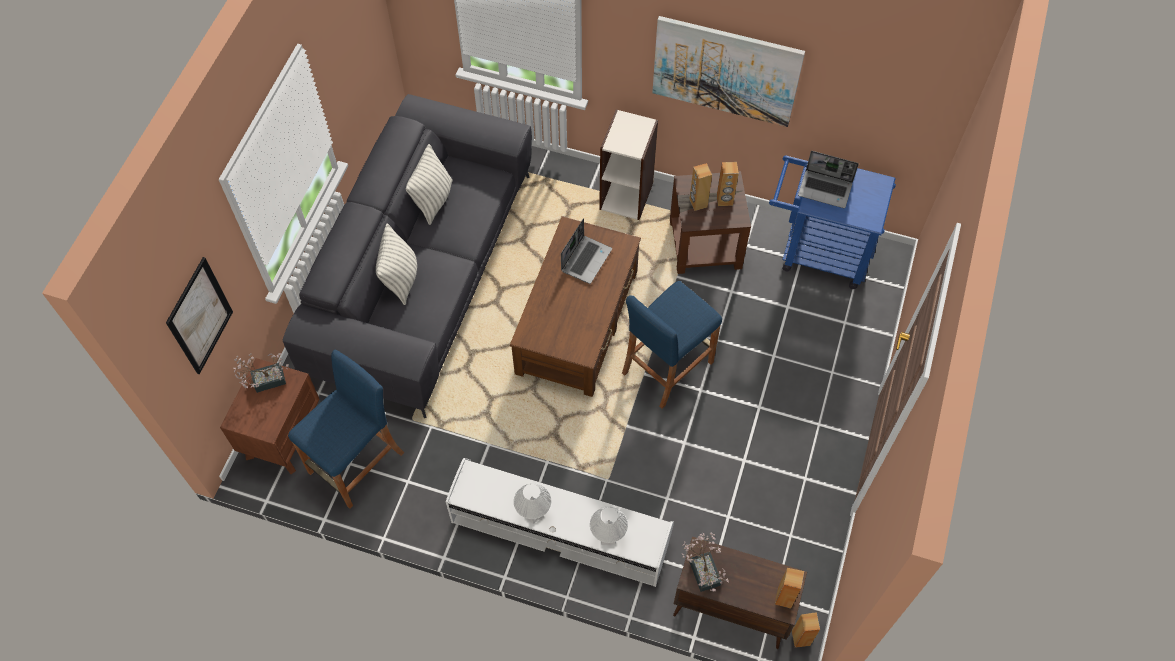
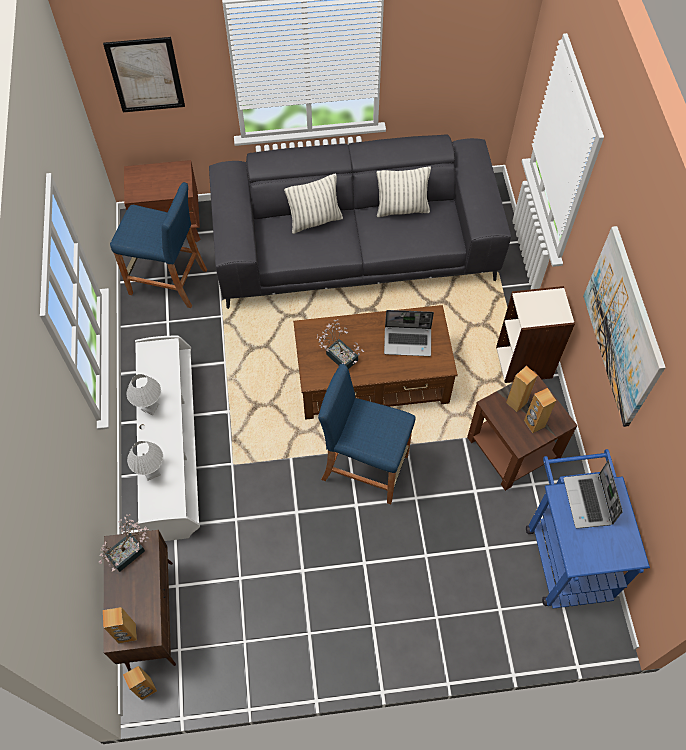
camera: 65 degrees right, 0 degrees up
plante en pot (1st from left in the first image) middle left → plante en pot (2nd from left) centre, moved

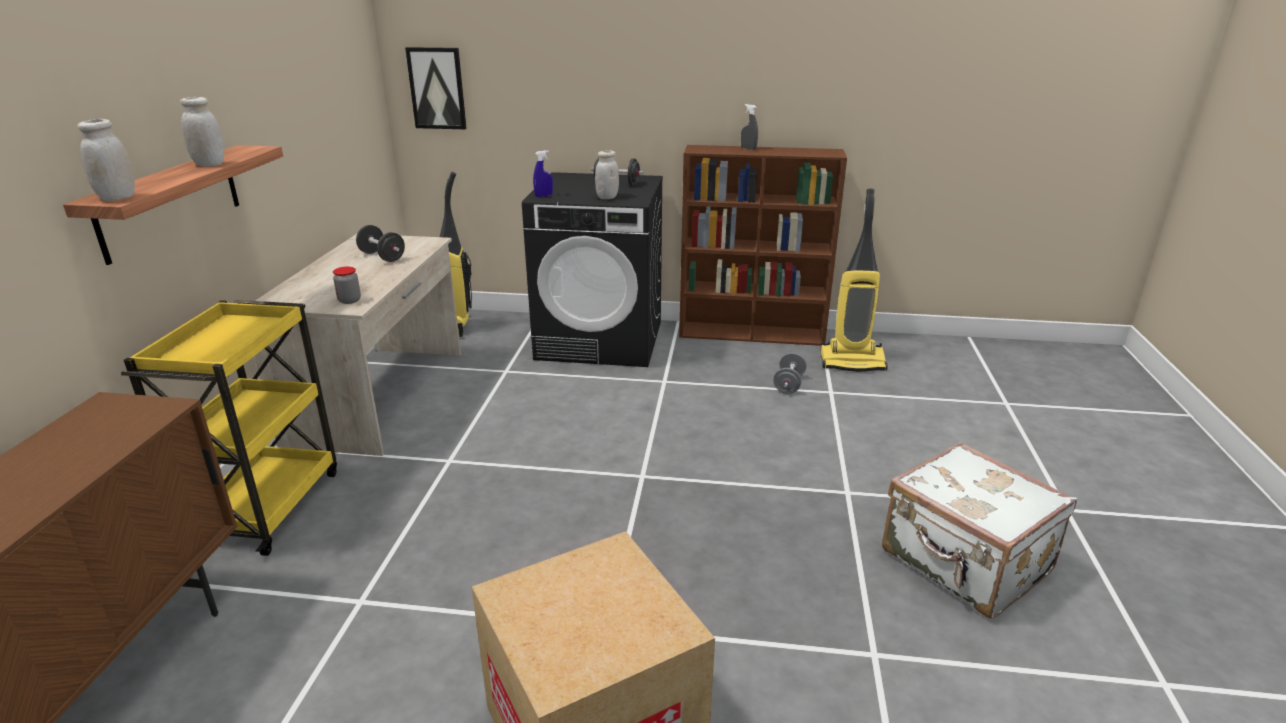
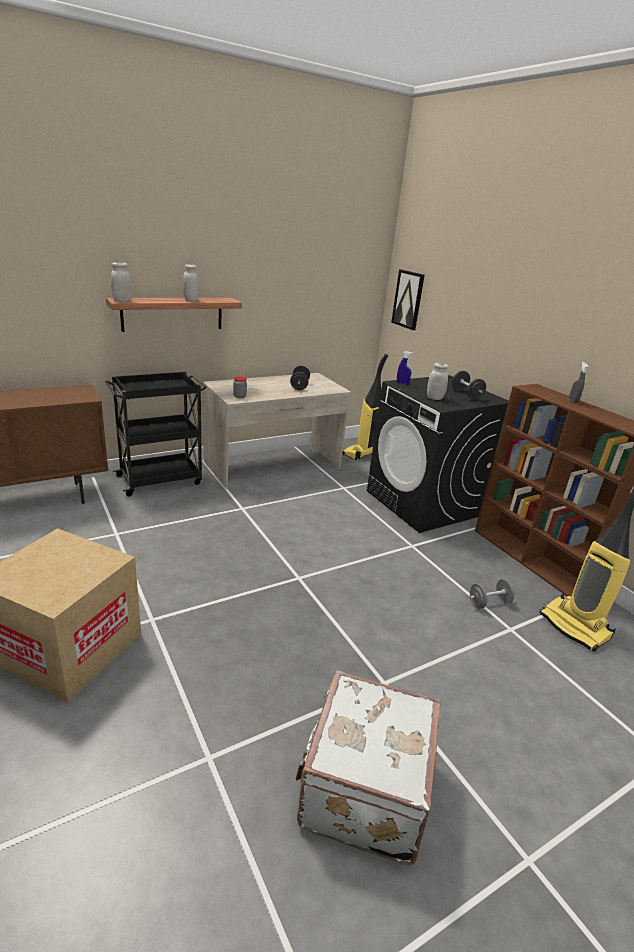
camera: 50 degrees right, 0 degrees up
chariot [jaune] middle left → chariot [noir] middle left

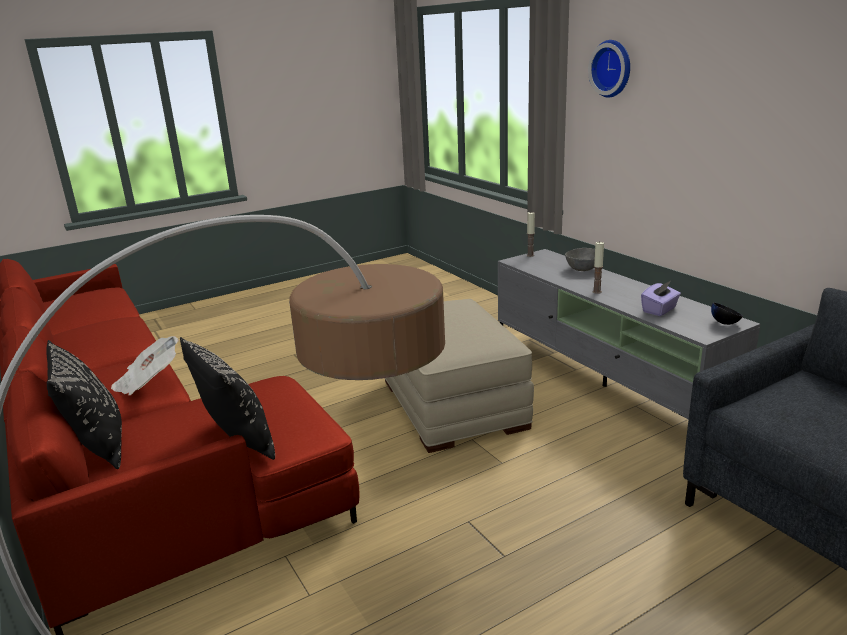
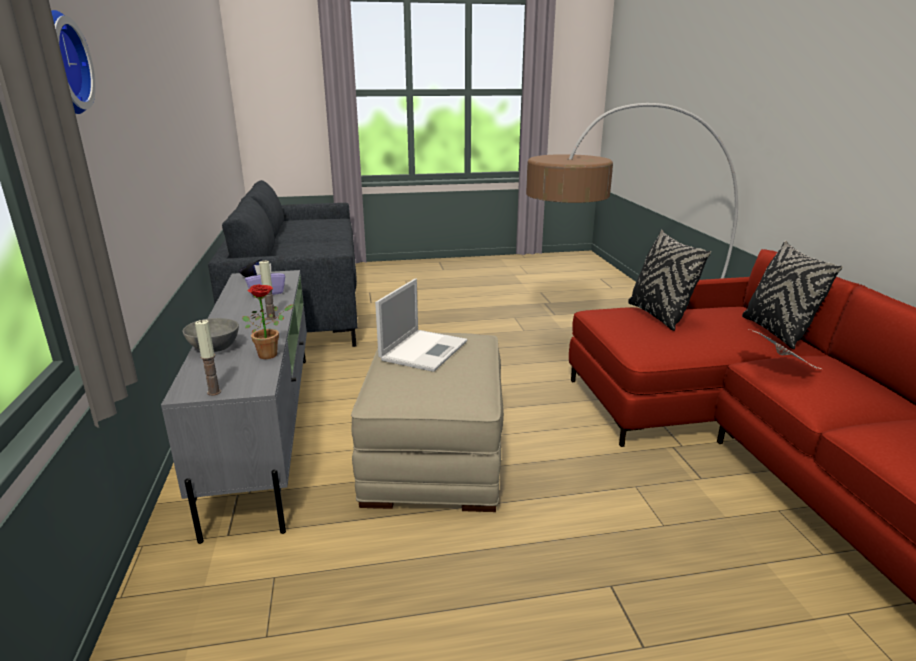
camera: 160 degrees left, 0 degrees up
- → ordinateur portable centre
- → plante en pot middle left

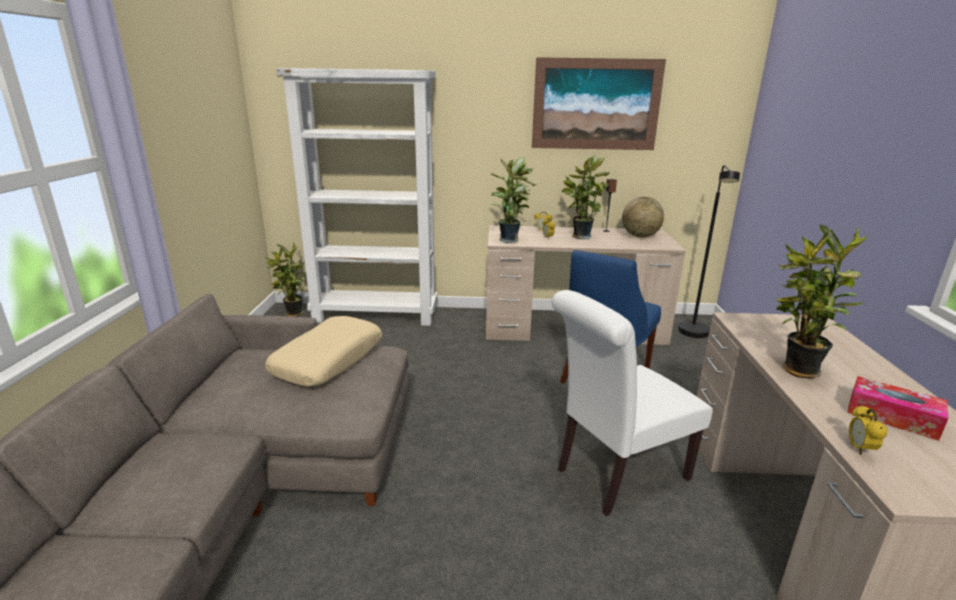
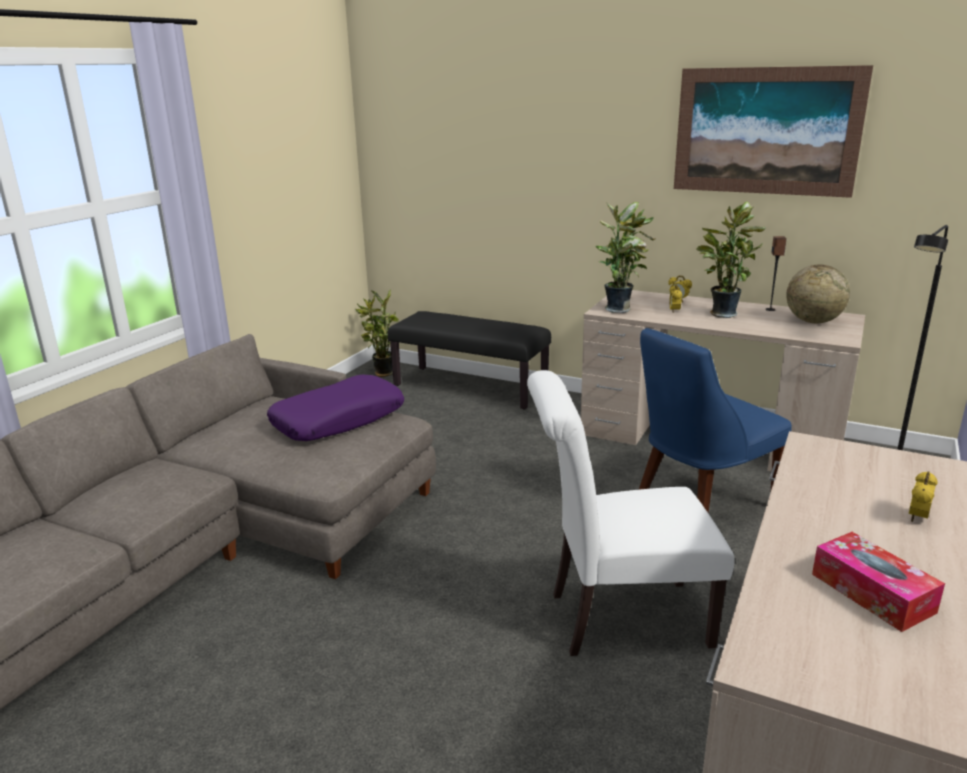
camera: 25 degrees right, 0 degrees up
bibliothèque [blanc] top centre → banc [noir] centre
plante en pot (4th from left) middle right → -
coussin [beige] centre → coussin [violet] centre
réveil (3rd from left) bottom right → réveil (3rd from left) middle right, moved

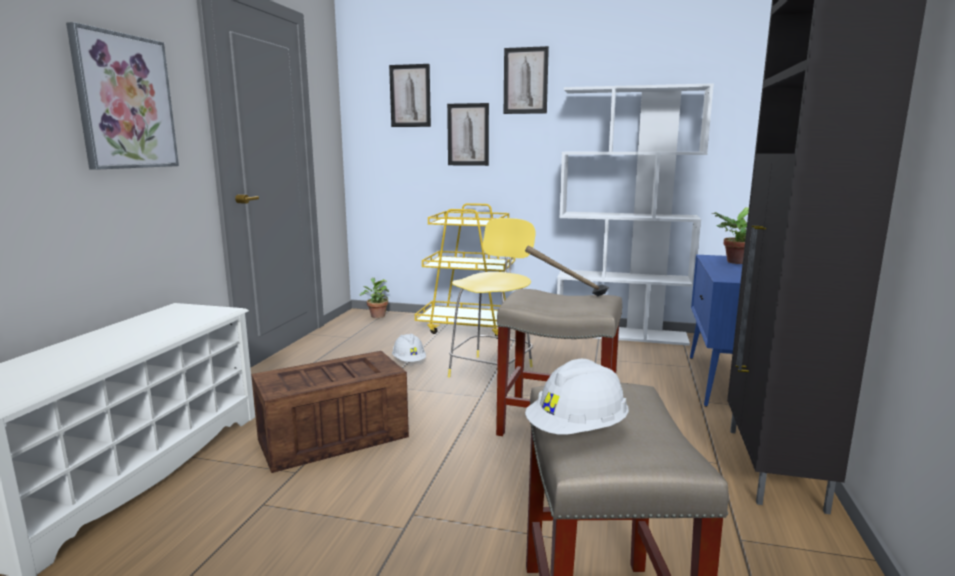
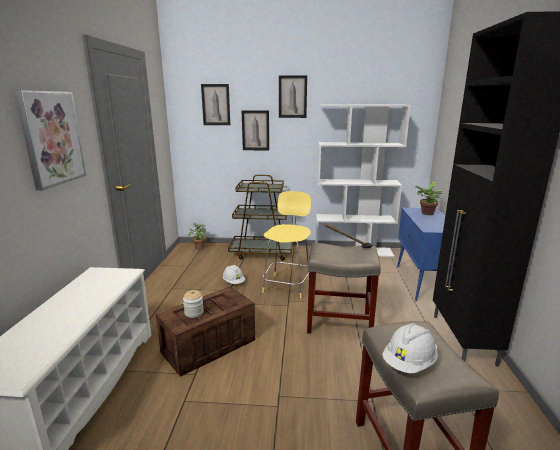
camera: 10 degrees left, 5 degrees up
chariot [jaune] centre → chariot [marron] centre
- → bocal bottom centre

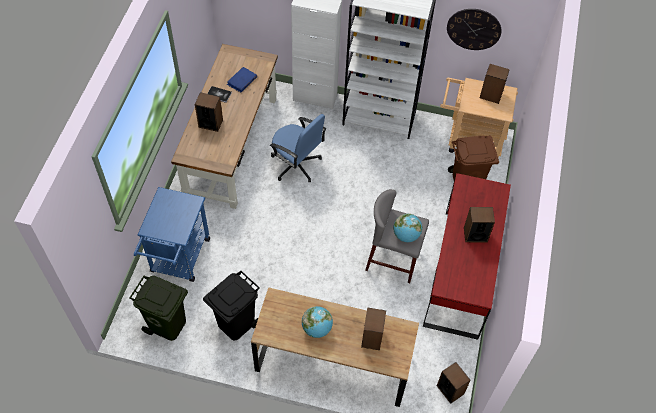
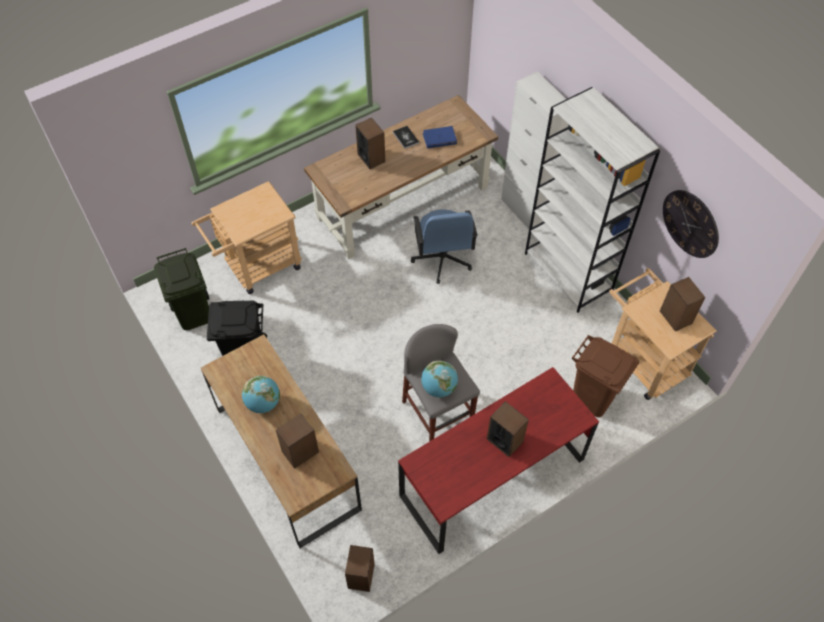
camera: 45 degrees right, 0 degrees up
chariot [bleu] middle left → chariot [beige] (1st from left) middle left

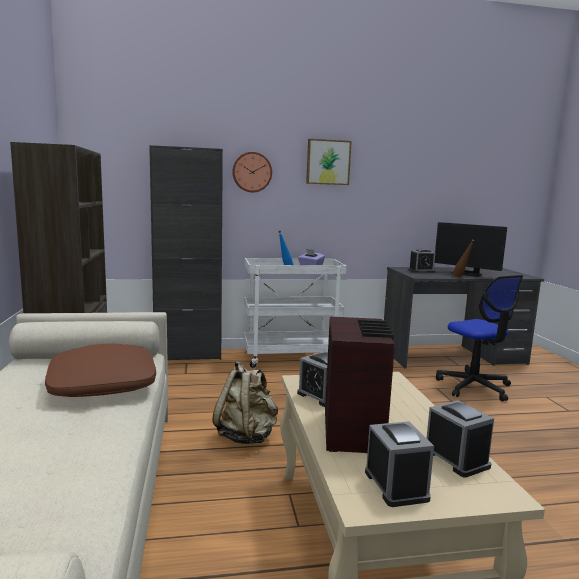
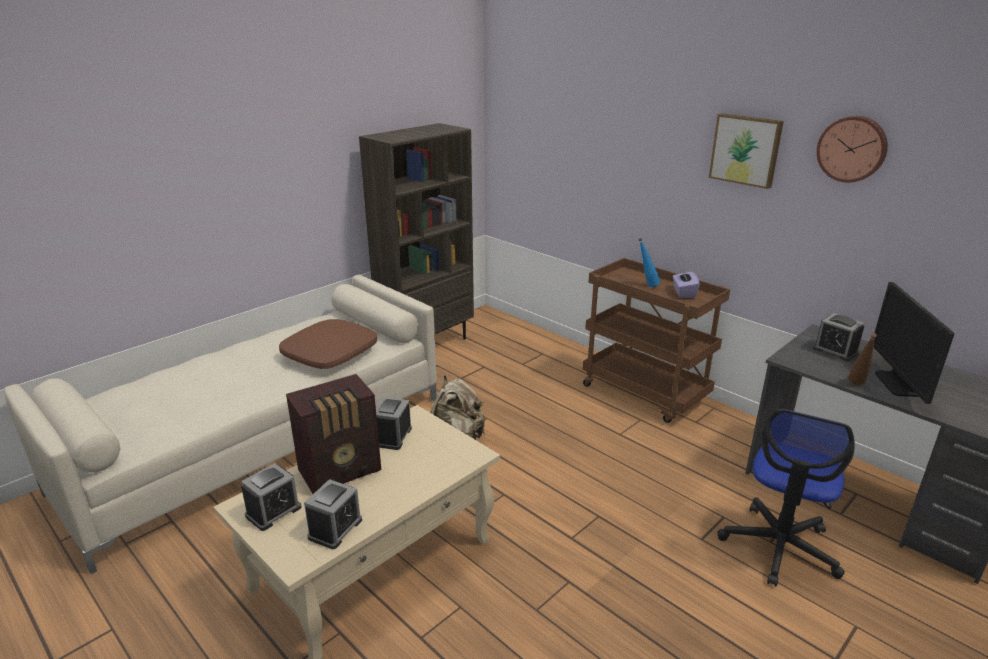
camera: 55 degrees right, 15 degrees up
meuble de rangement [noir] middle left → -
horloge murale top centre → horloge murale top right, moved
chariot [blanc] centre → chariot [marron] centre

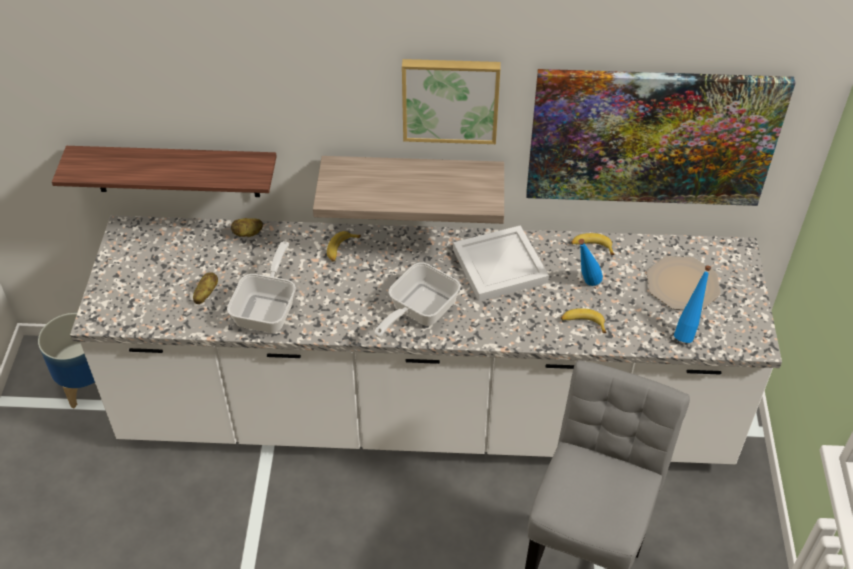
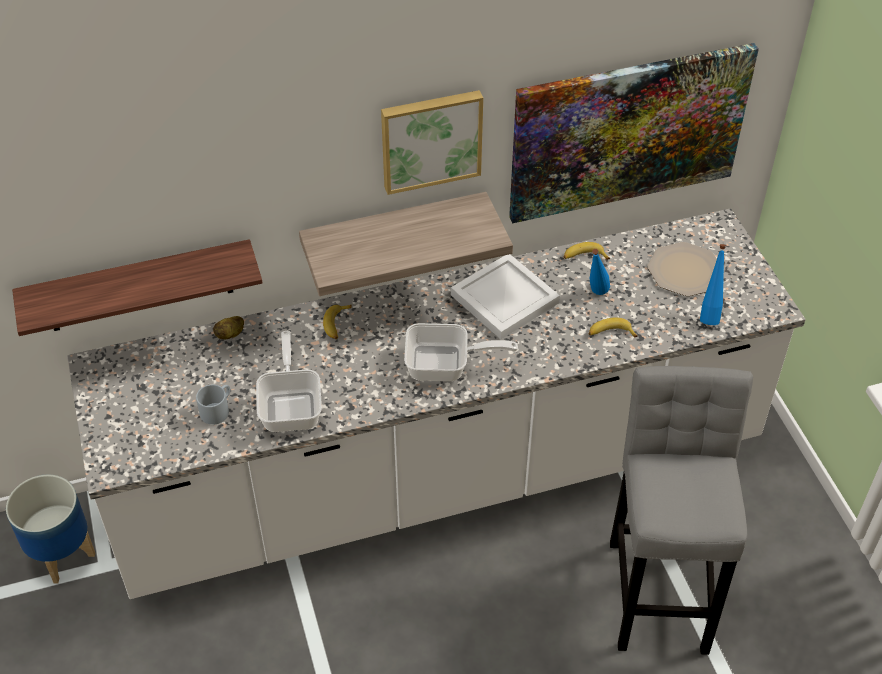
camera: 20 degrees left, 0 degrees up
poêle (2nd from left) centre, 105 degrees counterclockwise
pomme de terre (1st from left) middle left → mug [gris] middle left

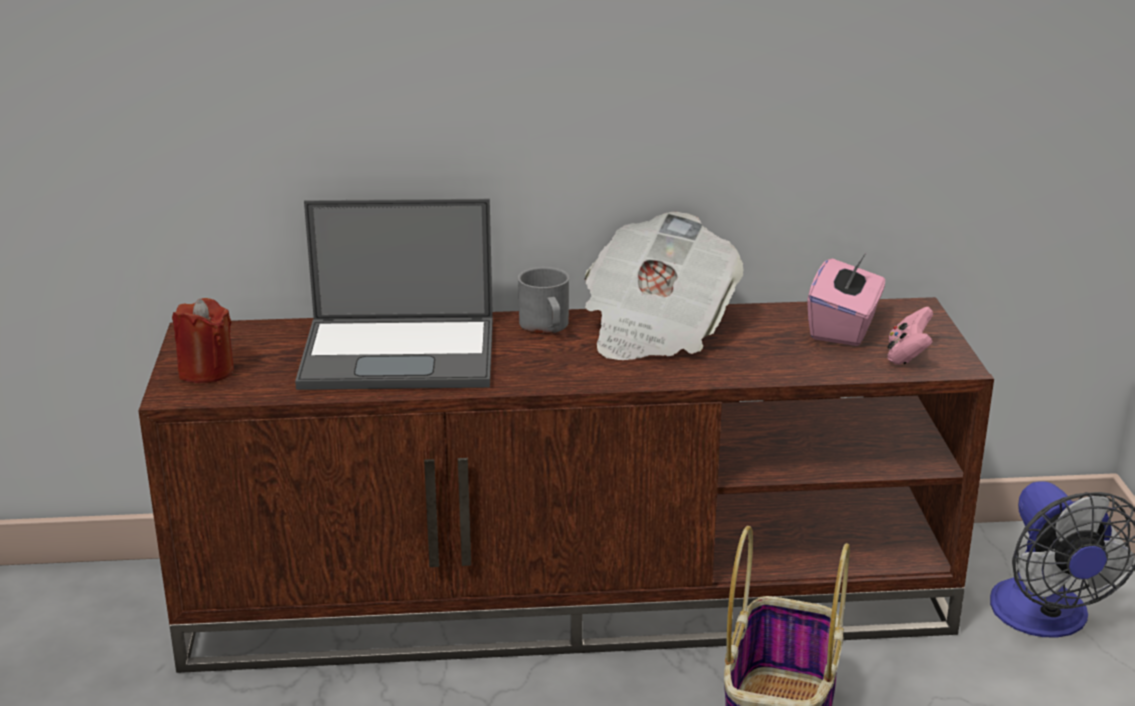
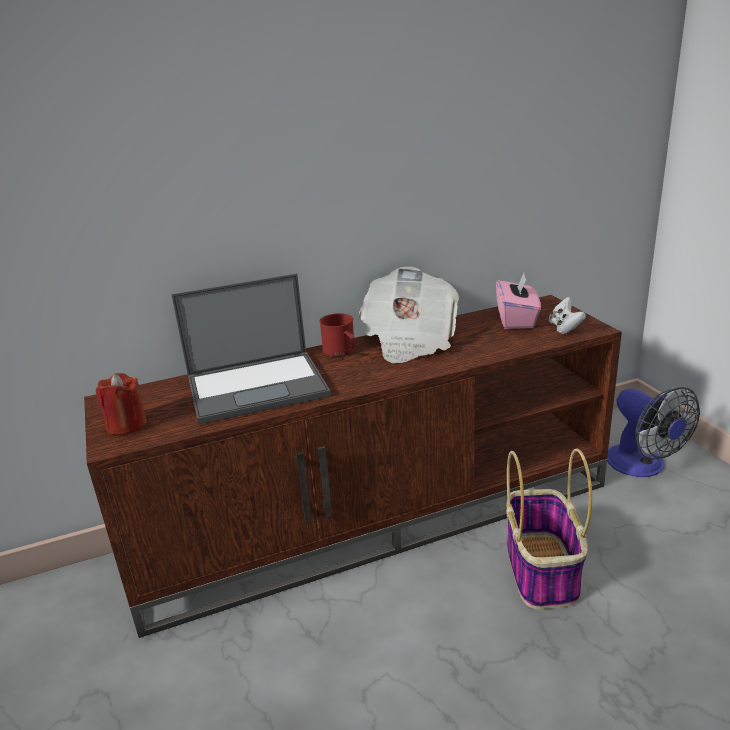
camera: 15 degrees left, 0 degrees up
mug [gris] centre → mug [rouge] centre
manette [rose] middle right → manette [blanc] middle right

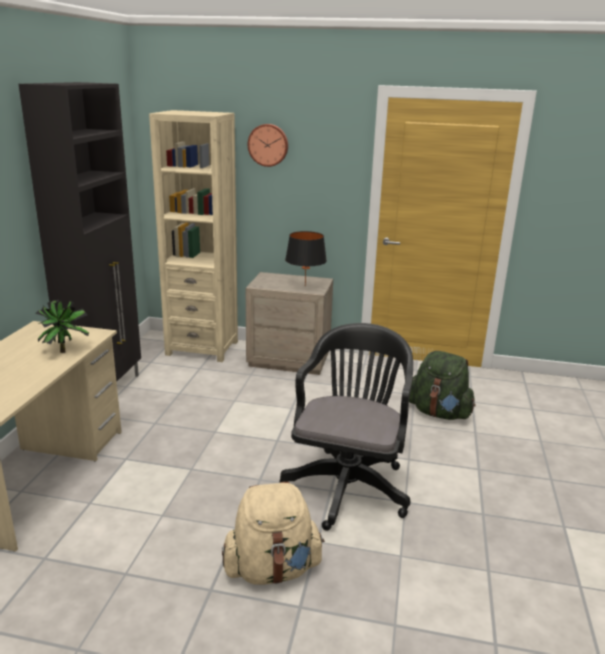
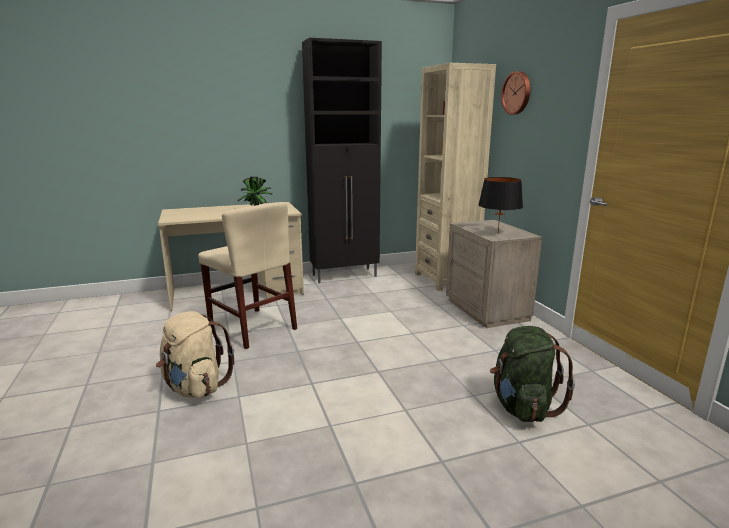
camera: 60 degrees right, 5 degrees down
chaise de bureau [noir] centre → -
- → chaise [beige] centre

